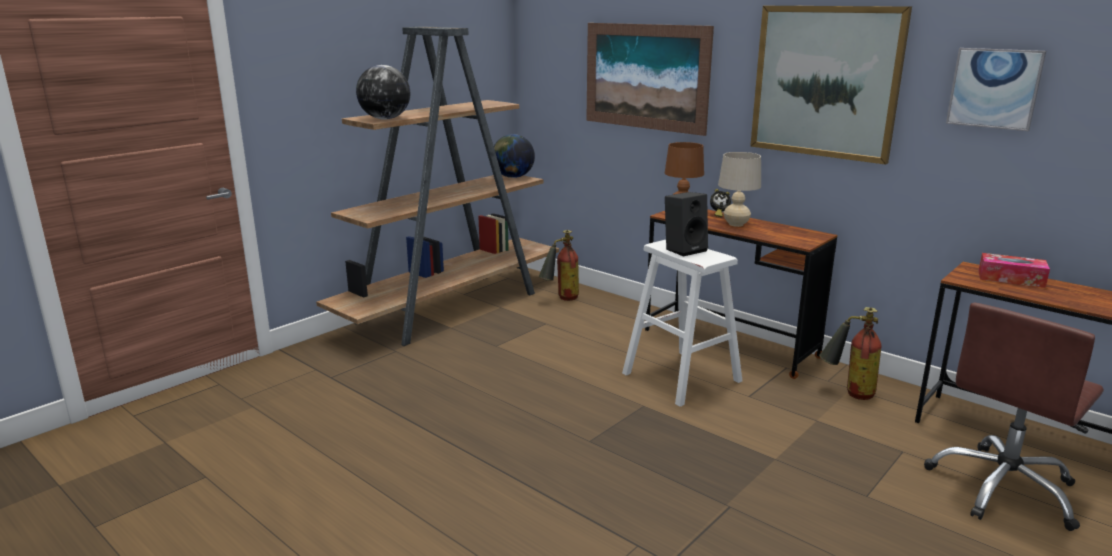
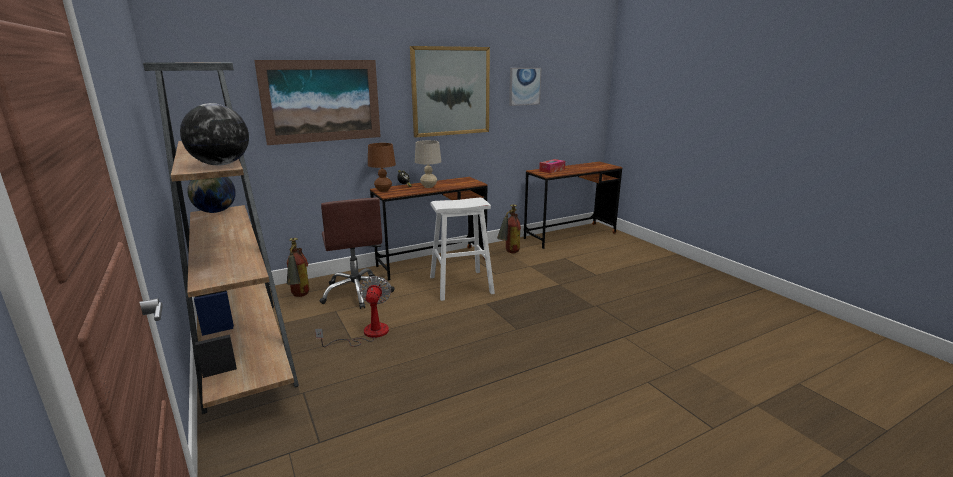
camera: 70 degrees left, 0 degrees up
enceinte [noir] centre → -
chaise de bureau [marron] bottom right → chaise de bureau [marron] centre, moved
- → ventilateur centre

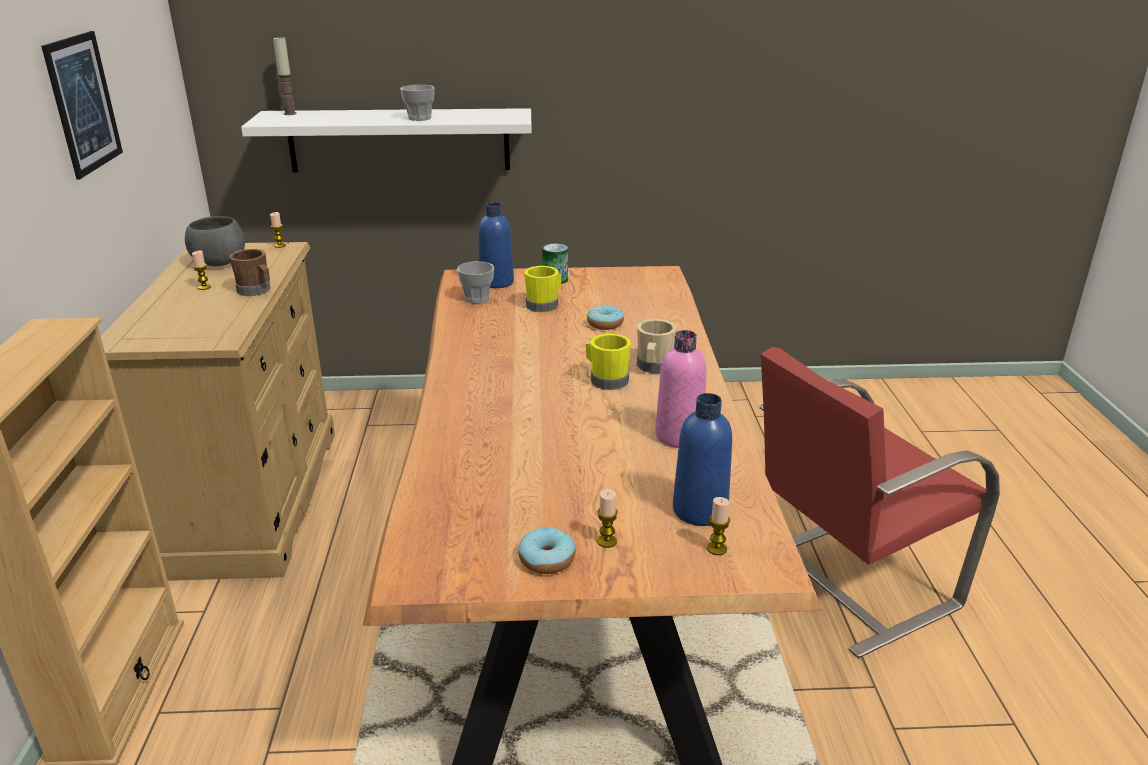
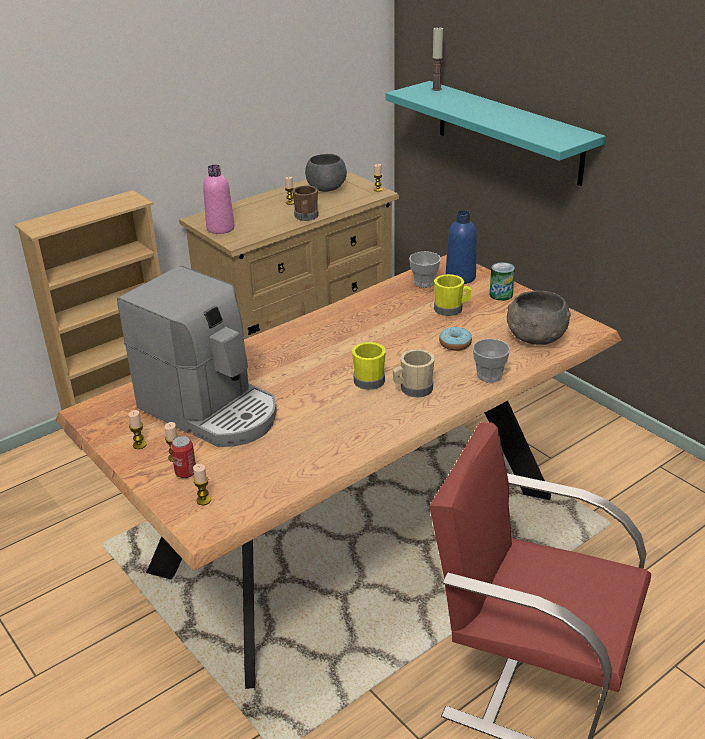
camera: 55 degrees right, 5 degrees up
tableau top left → -
tasse (1st from left in the first image) top centre → tasse (2nd from left) middle right, moved
étagère [blanc] top centre → étagère [turquoise] top right
bouteille [rose] centre → bouteille [rose] top left, moved
bouteille [bleu] (2nd from left) centre → -
beignet (1st from left) bottom centre → bougie (1st from left) middle left
- → machine à café middle left
- → bol [gris] (2nd from left) middle right
- → boîte métallique (1st from left) middle left

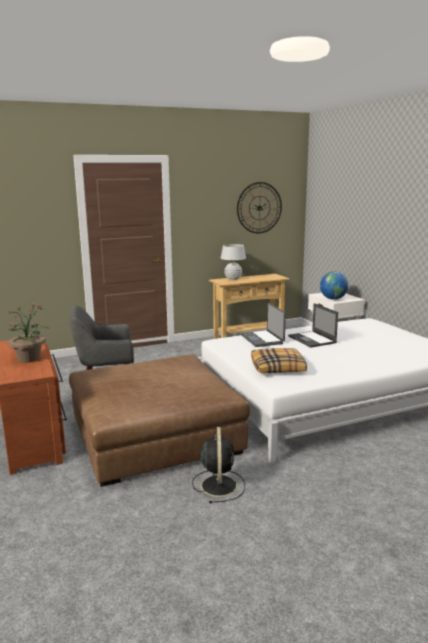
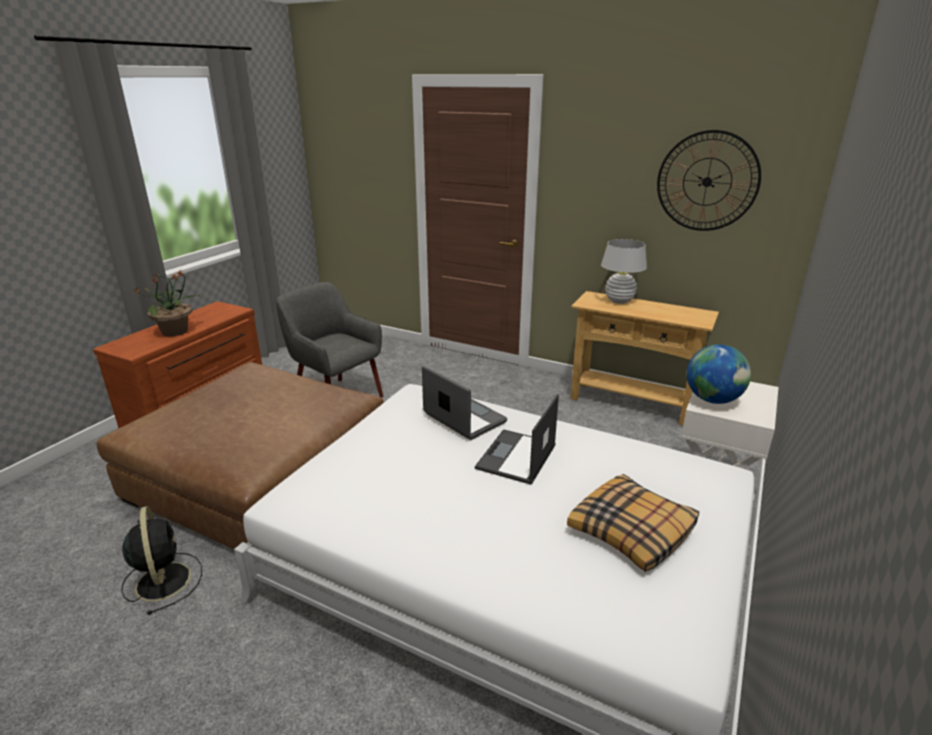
camera: 50 degrees right, 10 degrees up
ordinateur portable (1st from left) centre, 105 degrees clockwise
coussin centre → coussin bottom right, moved
ventilateur [noir] bottom centre → ventilateur [noir] bottom left, 75 degrees counterclockwise

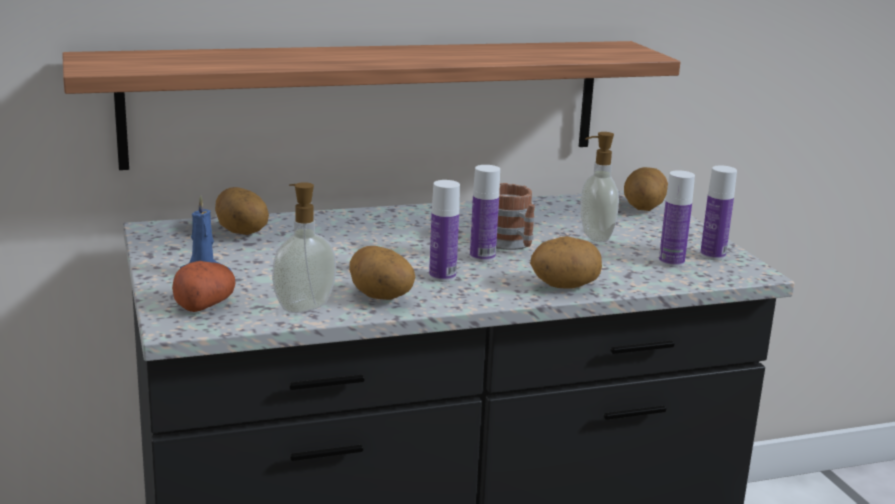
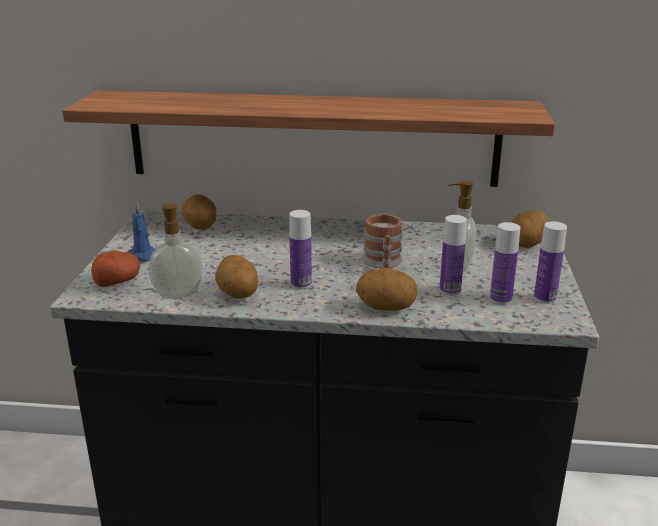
camera: 25 degrees right, 5 degrees up
bouteille (2nd from left) centre → bouteille (2nd from left) middle right, moved

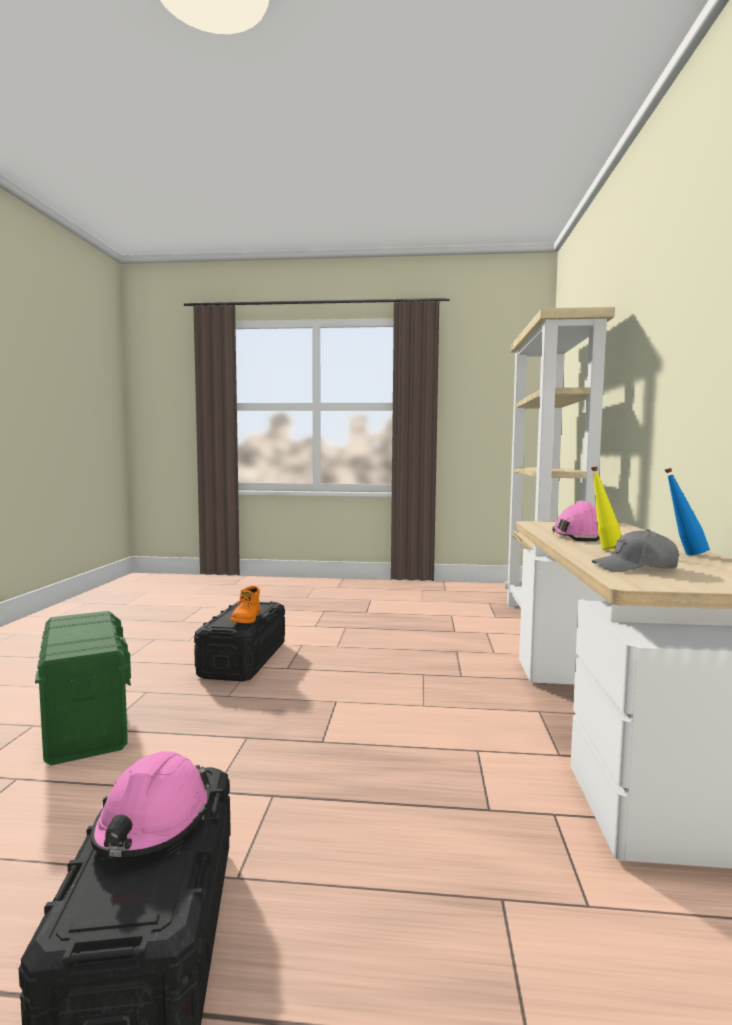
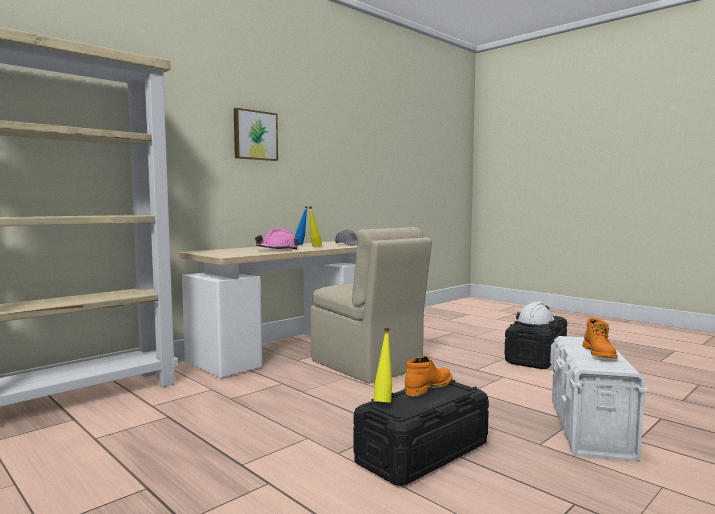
camera: 140 degrees left, 0 degrees up
boîte de rangement [vert] bottom left → boîte de rangement [blanc] bottom right
casque de chantier [rose] (1st from left) bottom left → casque de chantier [blanc] middle right
- → tableau top centre
- → chaise [beige] centre
- → botte [orange] (2nd from left) middle right
- → bouteille [jaune] (2nd from left) bottom centre

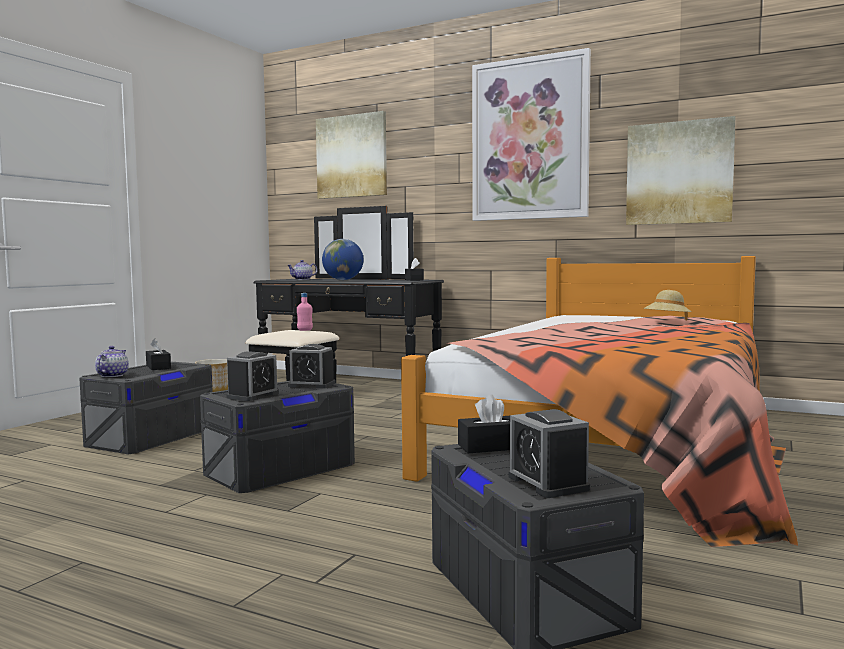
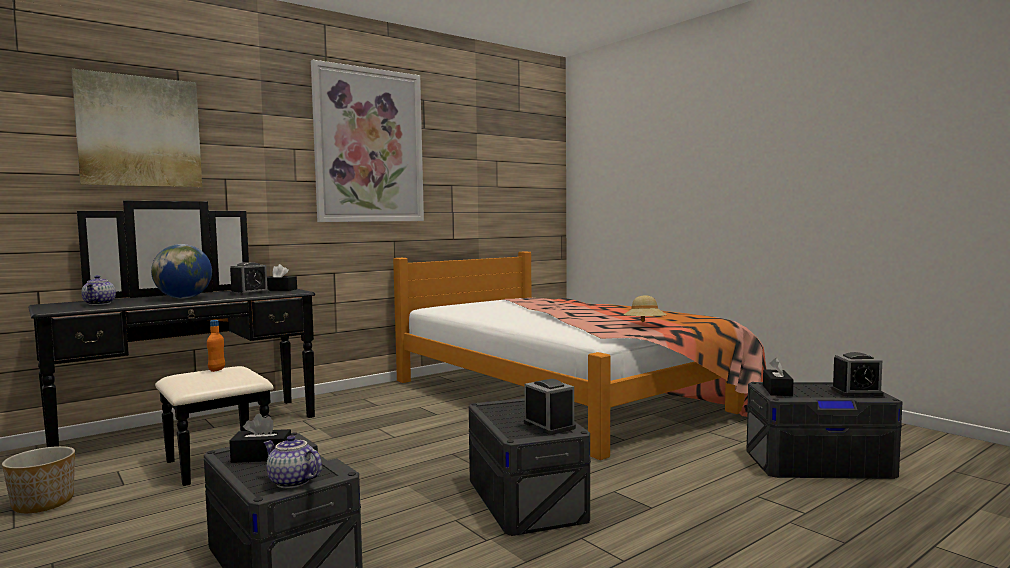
camera: 65 degrees left, 0 degrees up
tableau (3rd from left) top right → -
chapeau [beige] middle right → chapeau [beige] centre, moved
bouteille [rose] centre → bouteille [orange] middle left
réveil (2nd from left in the first image) centre → réveil (1st from left) middle left, moved

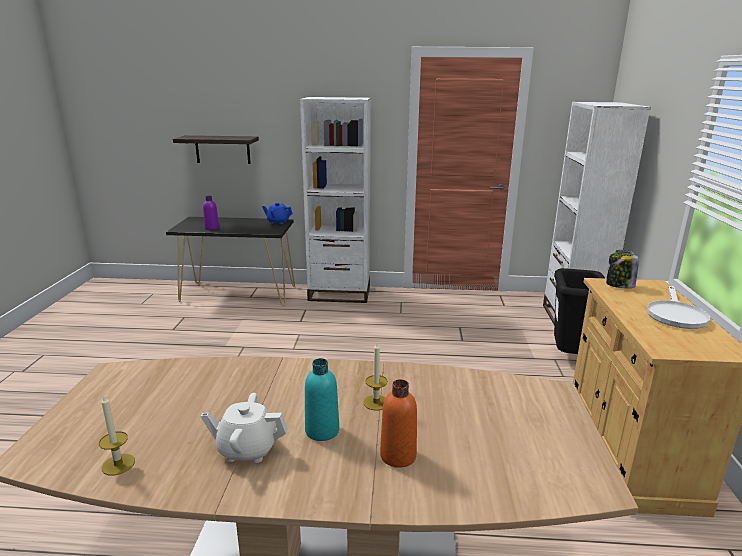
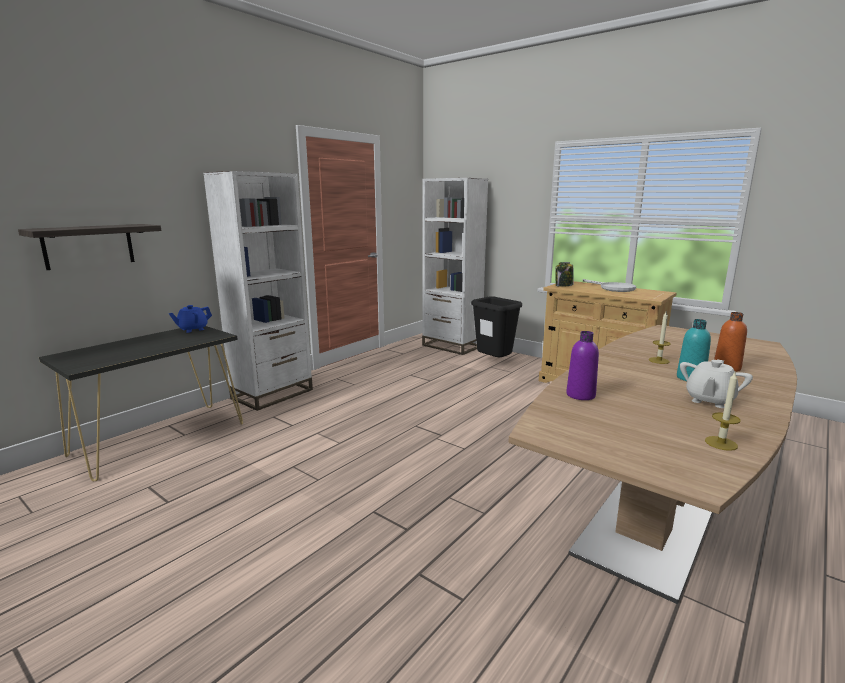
camera: 55 degrees left, 5 degrees down
bouteille [violet] middle left → bouteille [violet] middle right, moved

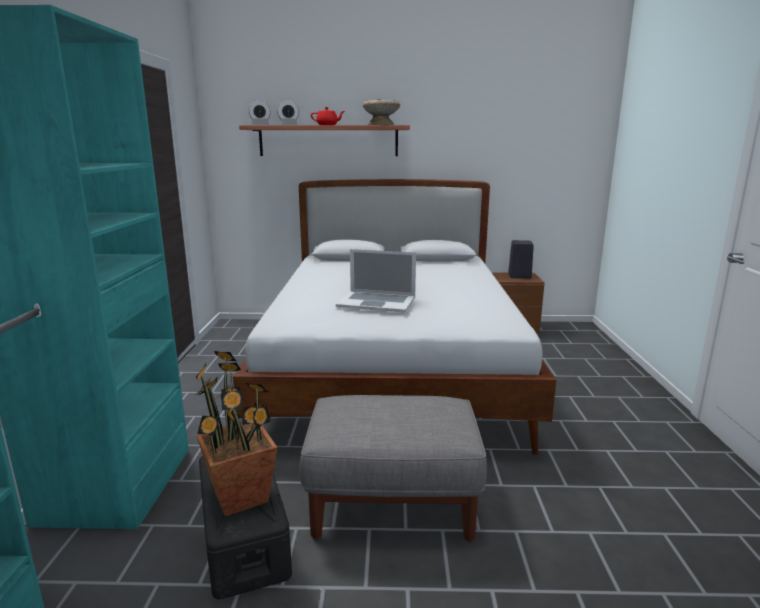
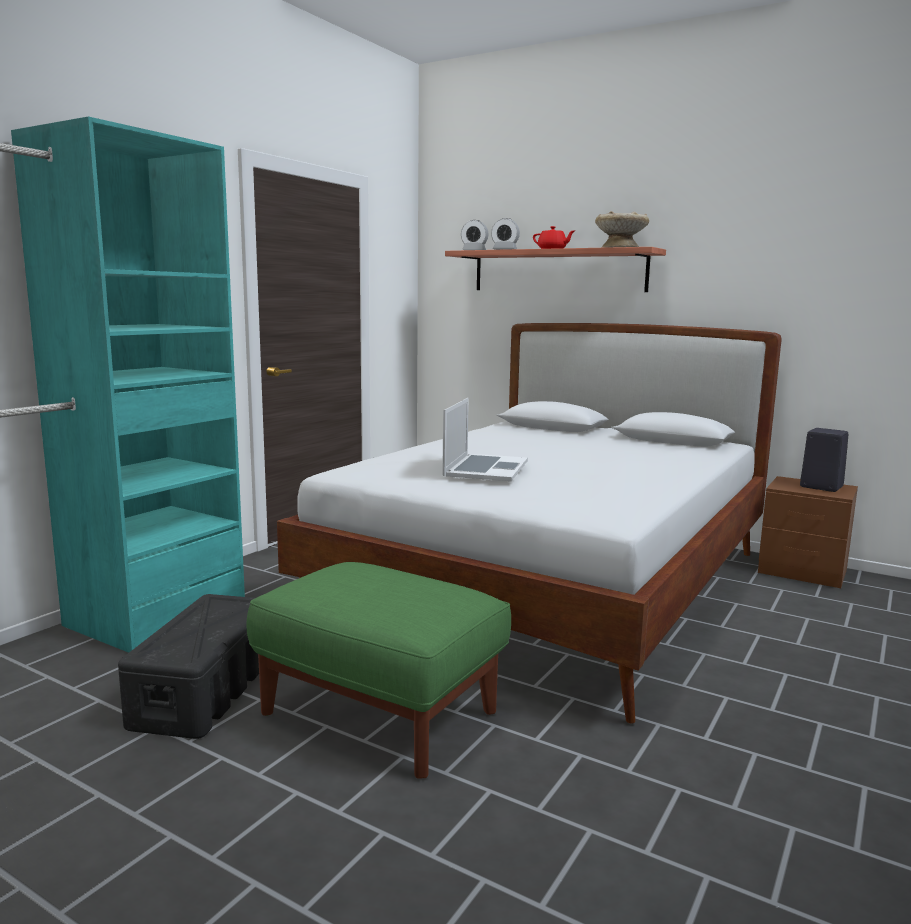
camera: 30 degrees right, 5 degrees down
ordinateur portable centre, 120 degrees counterclockwise
plante en pot bottom left → -
pouf [gris] bottom centre → pouf [vert] bottom centre

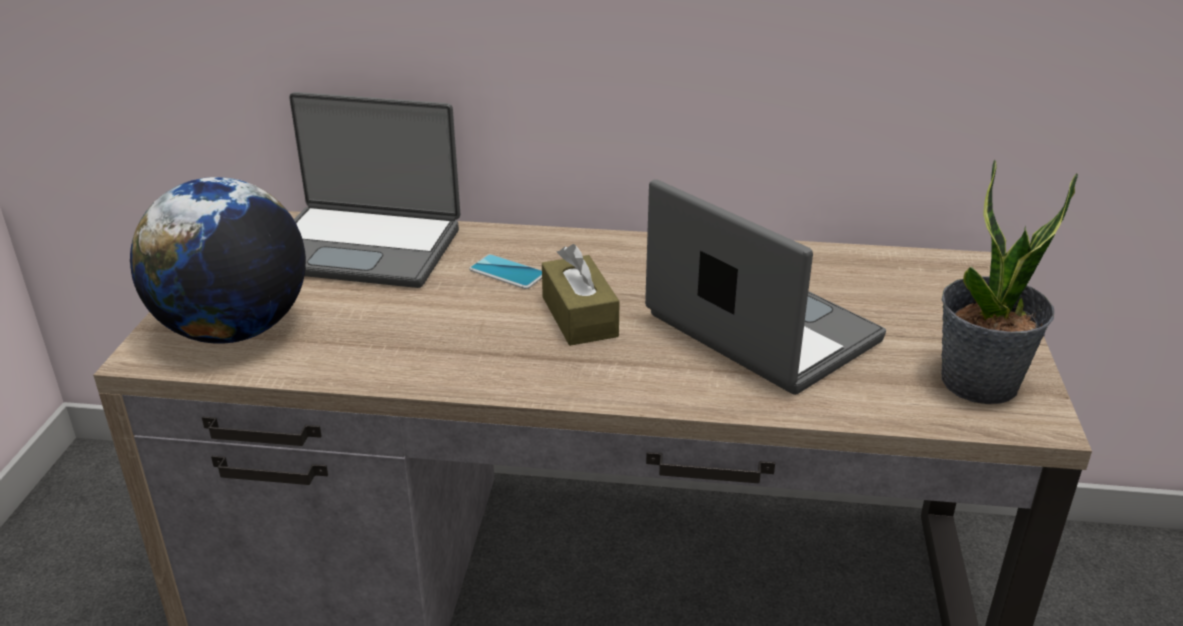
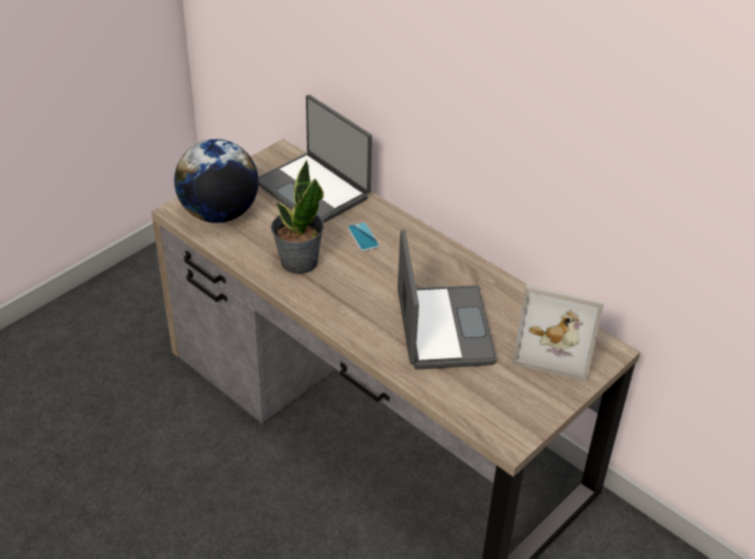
camera: 35 degrees right, 10 degrees up
plante en pot middle right → plante en pot centre, moved
boîte à mouchoirs [marron] centre → -
- → cadre photo middle right

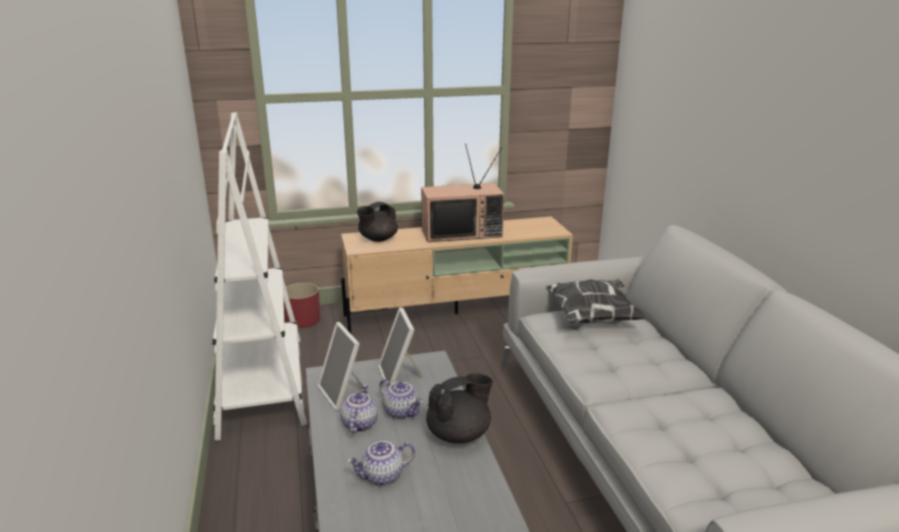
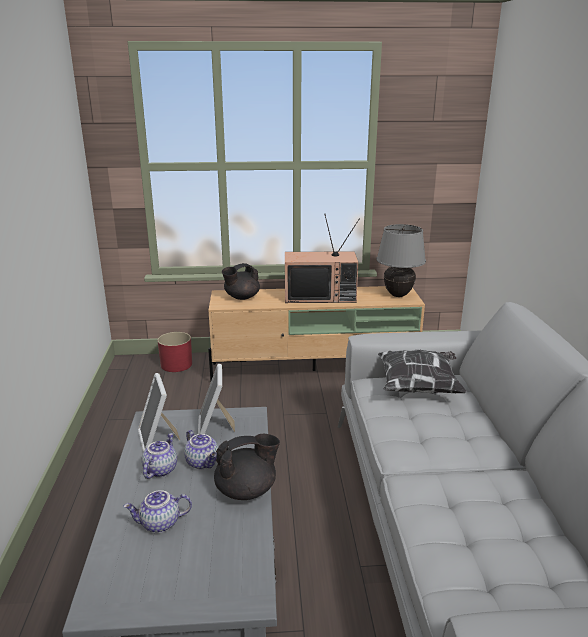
camera: 10 degrees right, 0 degrees up
bibliothèque [blanc] middle left → -
- → lampe de table [gris] middle right

